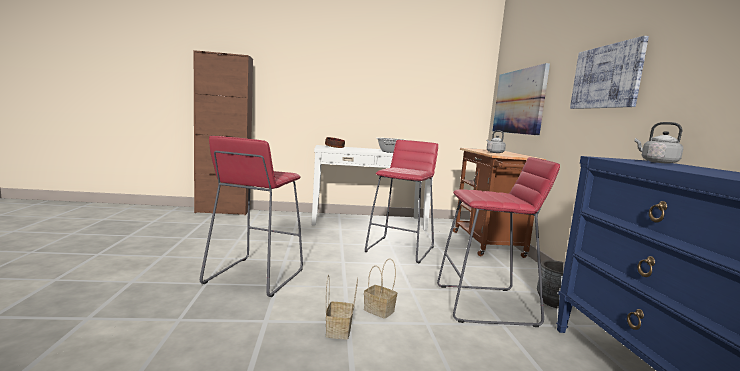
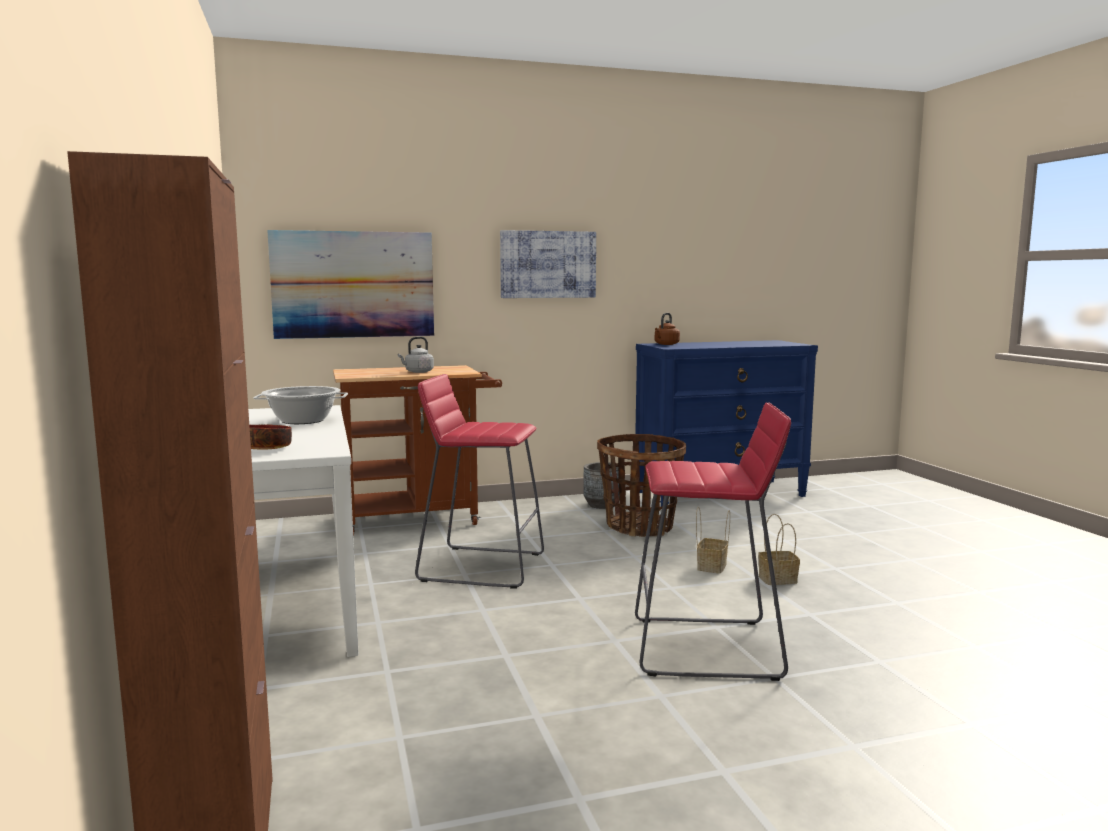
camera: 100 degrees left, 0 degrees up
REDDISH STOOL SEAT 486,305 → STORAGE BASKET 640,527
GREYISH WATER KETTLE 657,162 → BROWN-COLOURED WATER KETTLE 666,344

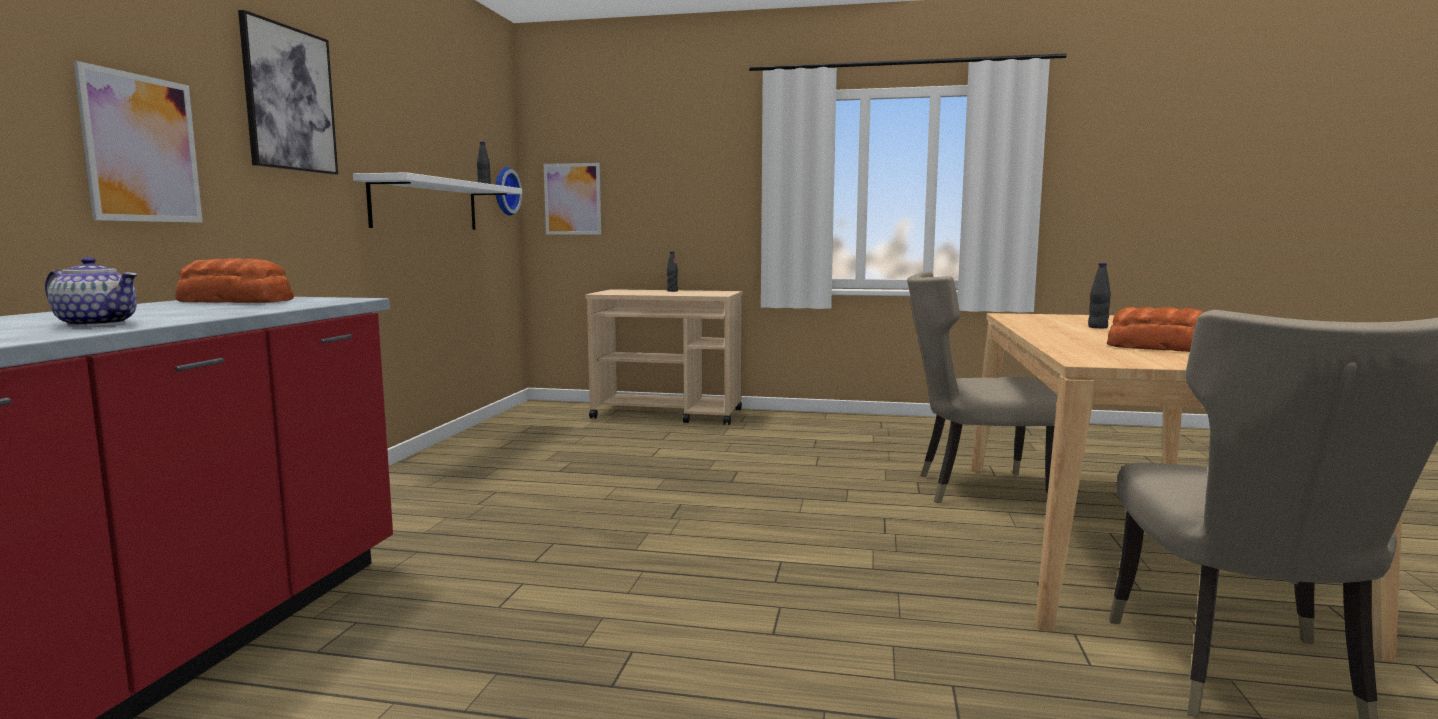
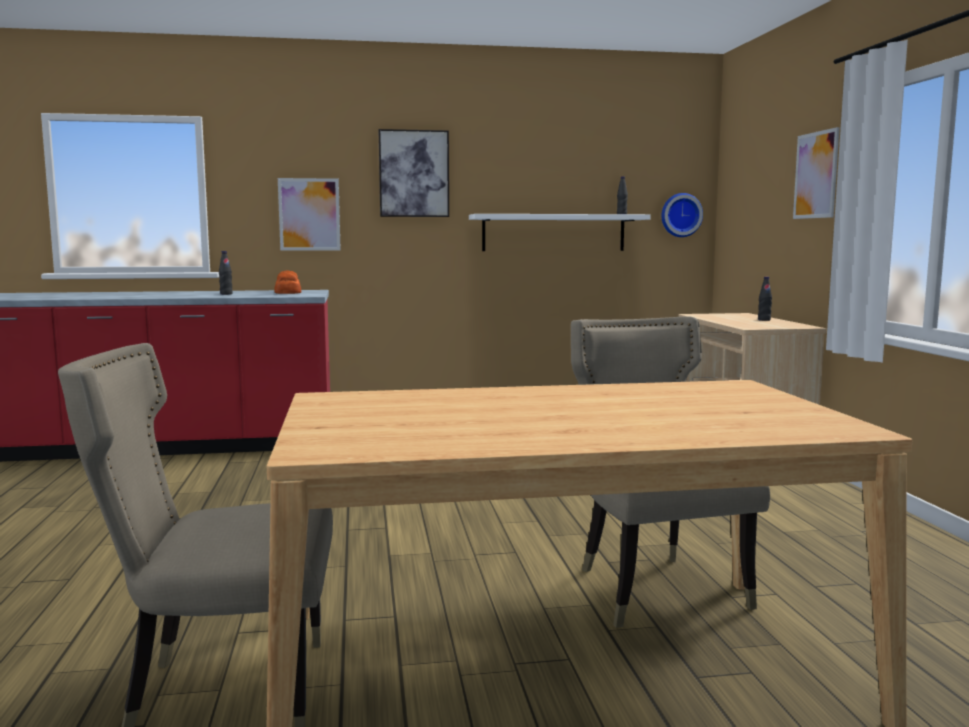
camera: 70 degrees right, 0 degrees up
POT FOR TEA 96,324 → -
WALL ART 572,199 → WALL ART 816,175, moved
BLACK-COLOURED BEVERAGE BOTTLE 1097,327 → BLACK-COLOURED BEVERAGE BOTTLE 226,294, moved
BAKERY BREAD 1163,348 → -

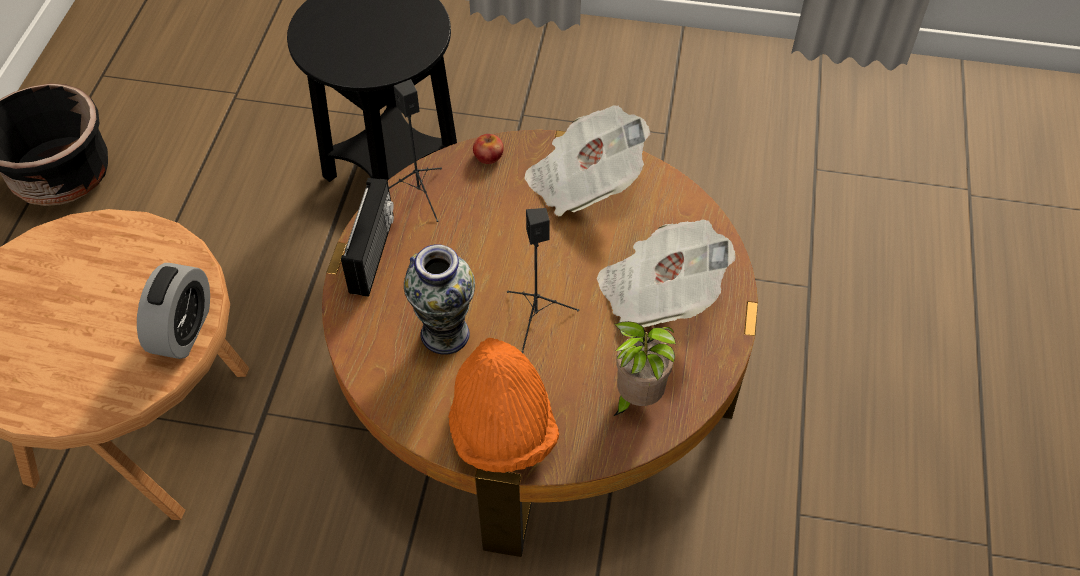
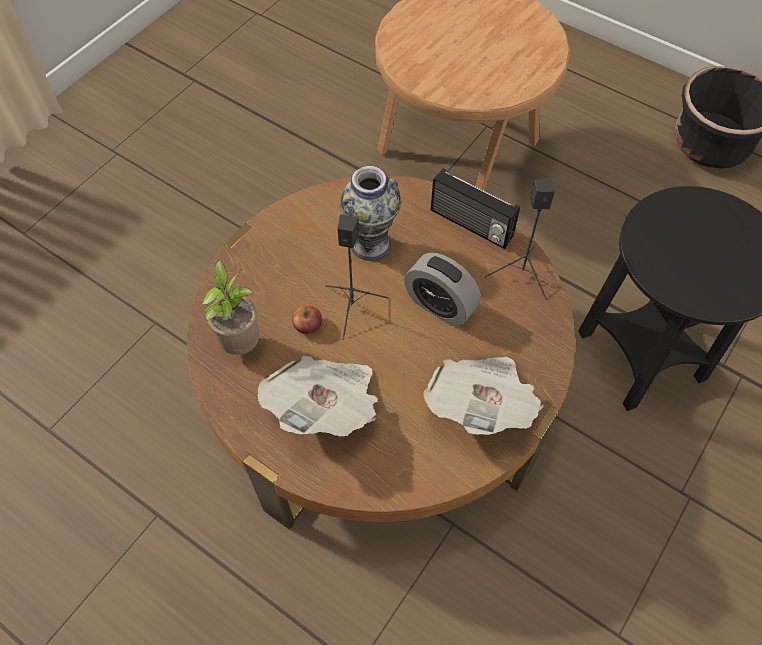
camera: 115 degrees right, 5 degrees up
ALARM CLOCK 183,330 → ALARM CLOCK 440,305, moved
ORANGE-COLOURED CLOTHING HAT 502,430 → -
APPLE 488,156 → APPLE 308,325, moved

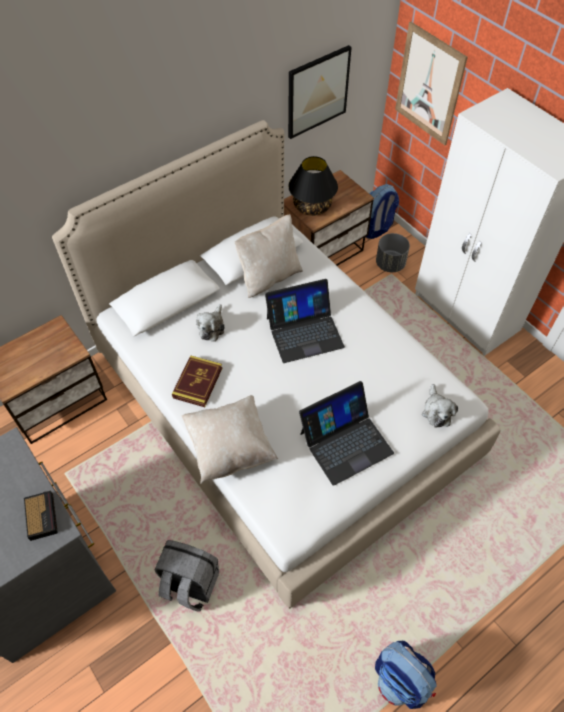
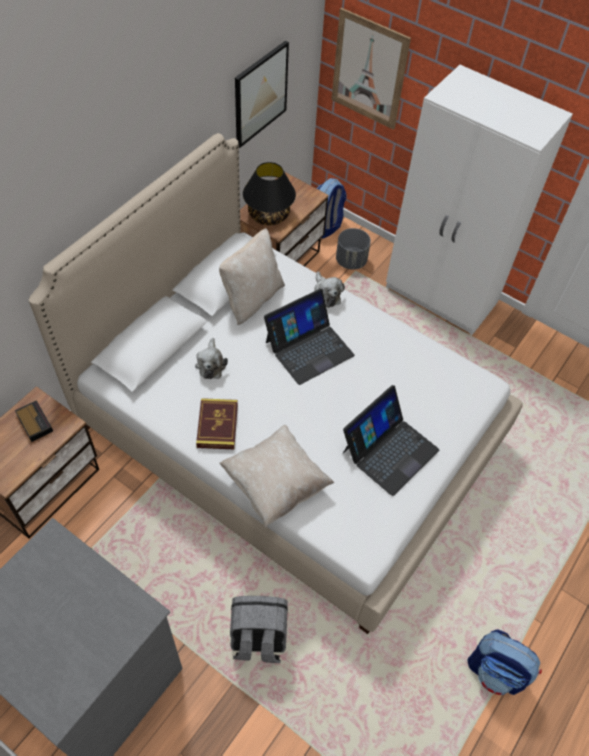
camera: 20 degrees left, 0 degrees up
ALARM CLOCK 41,516 → ALARM CLOCK 34,422, moved
CUDDLY TOY 436,411 → CUDDLY TOY 326,294, moved

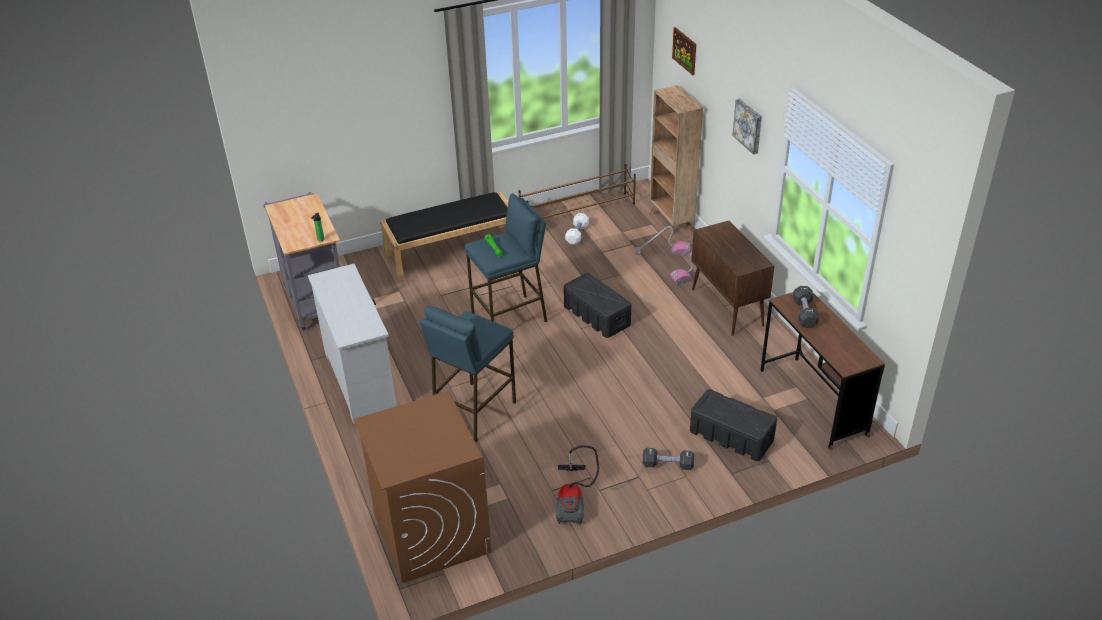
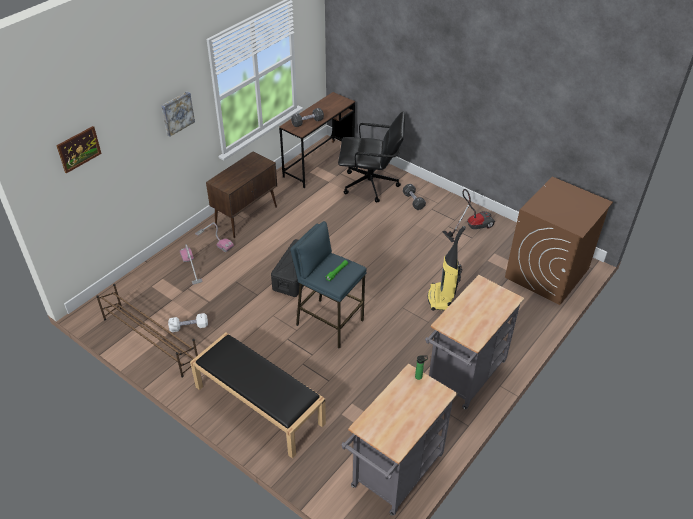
camera: 120 degrees left, 5 degrees up
WHITE CHEST OF DRAWERS 360,380 → GREYISH WHEELED CART 463,378
BLUE STOOL SEAT 473,412 → VACUUM CLEANER 441,298
BROWN-COLOURED BOOKSHELF 671,222 → -
BLACK-COLOURED STORAGE BIN 731,436 → BLACK-COLOURED OFFICE CHAIR 371,185

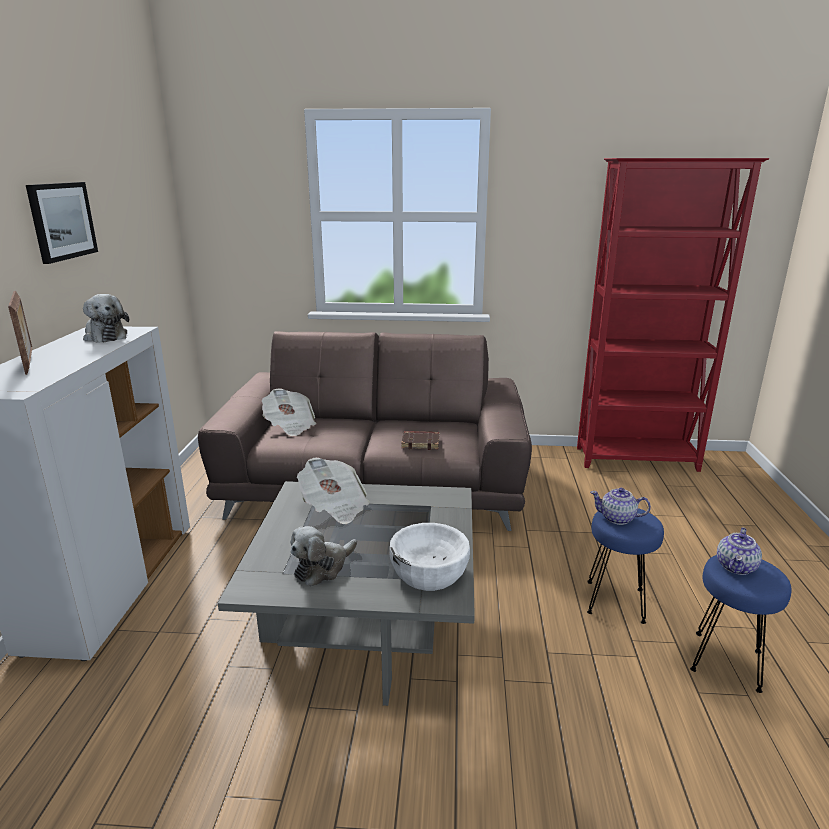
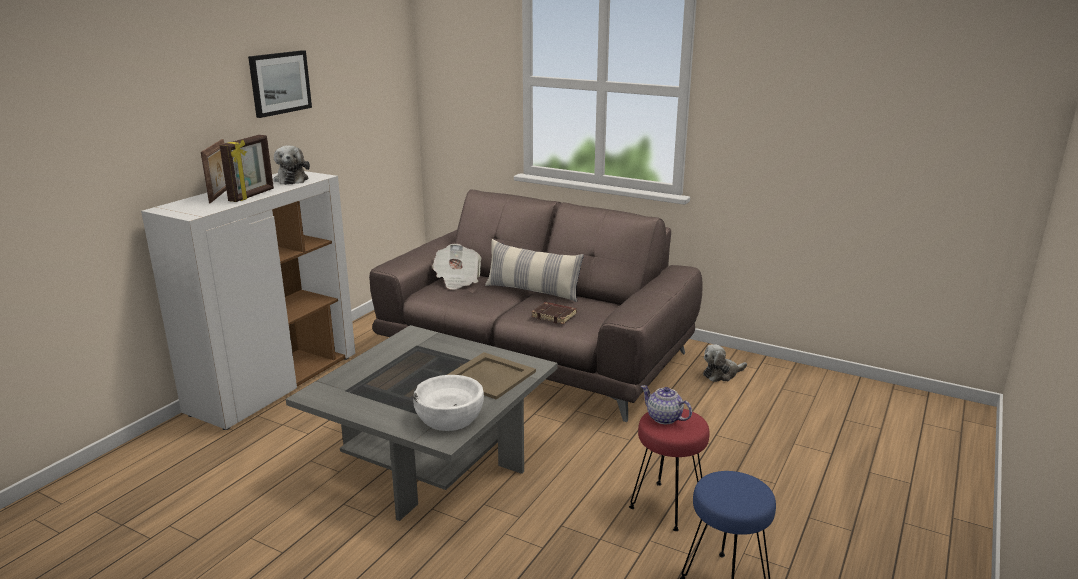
camera: 25 degrees right, 0 degrees up
CUDDLY TOY 323,567 → CUDDLY TOY 721,374, moved
DAILY PAPER 334,506 → -
REDDISH BOOKSHELF 637,460 → -
BLUE STOOL SEAT 616,602 → REDDISH STOOL SEAT 668,506
POT FOR TEA 736,567 → -
- → PHOTO FRAME 252,195
- → SAND-COLOURED CARRYING TRAY 489,376
- → CUSHION 532,291

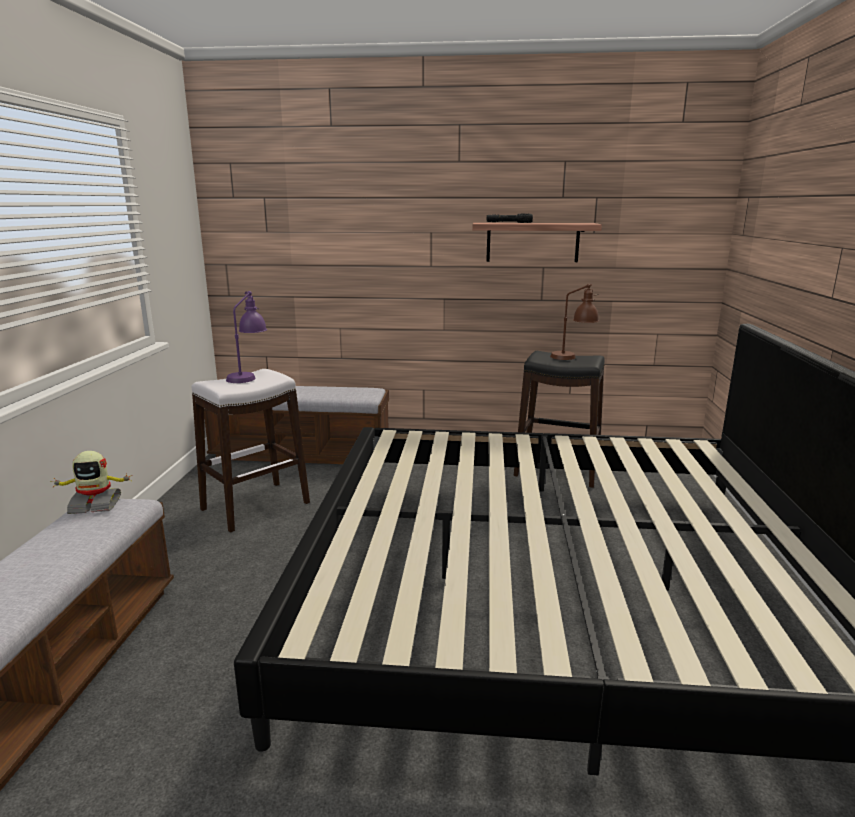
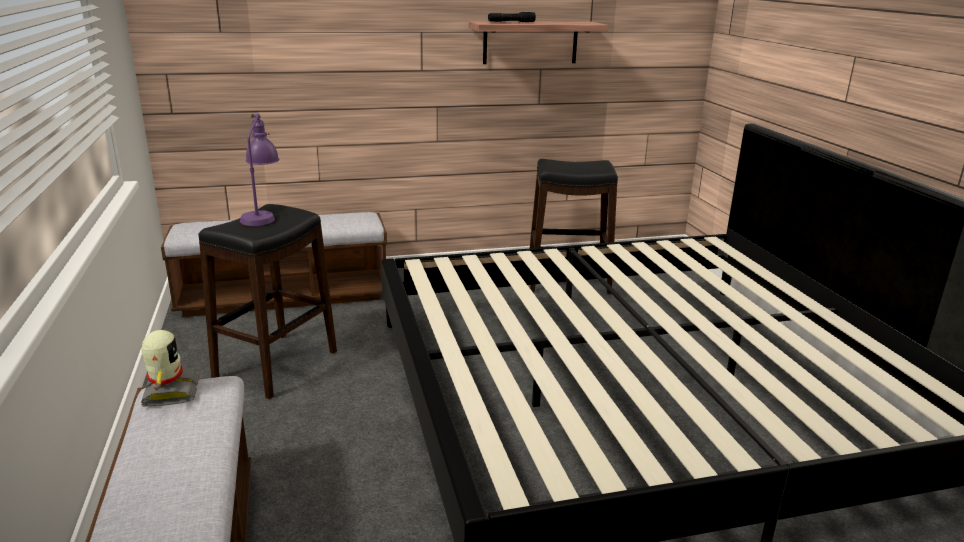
camera: 20 degrees left, 5 degrees up
MODEL ROBOT 96,504 → MODEL ROBOT 169,392, 75 degrees counterclockwise
WHITE STOOL SEAT 256,506 → BLACK-COLOURED STOOL SEAT 276,364
BROWN-COLOURED TABLE LAMP 573,358 → -

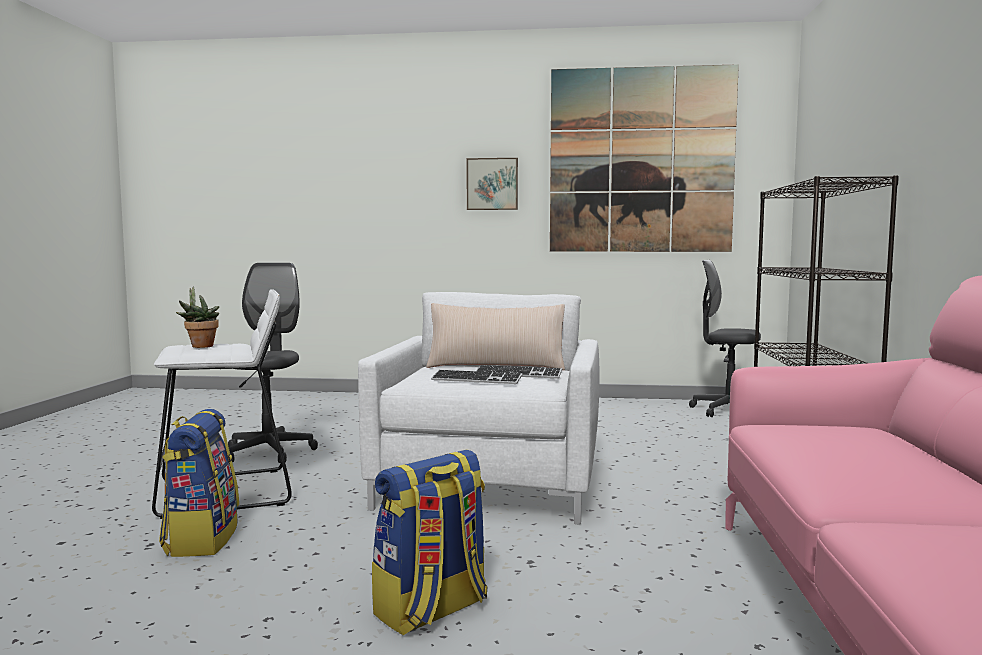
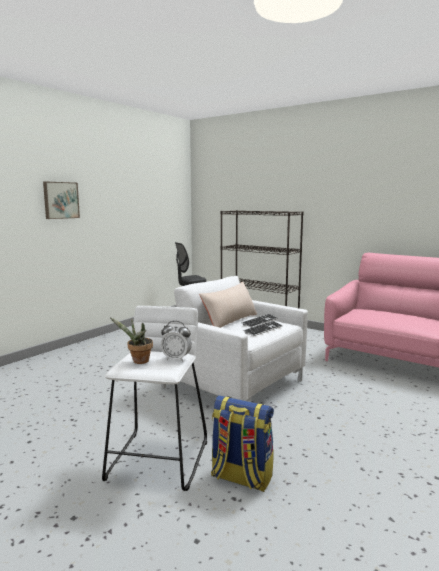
camera: 60 degrees left, 5 degrees up
GREYISH OFFICE CHAIR 269,452 → -
BACKPACK 432,610 → -
WALL ART 641,160 → -
- → ALARM CLOCK 176,359

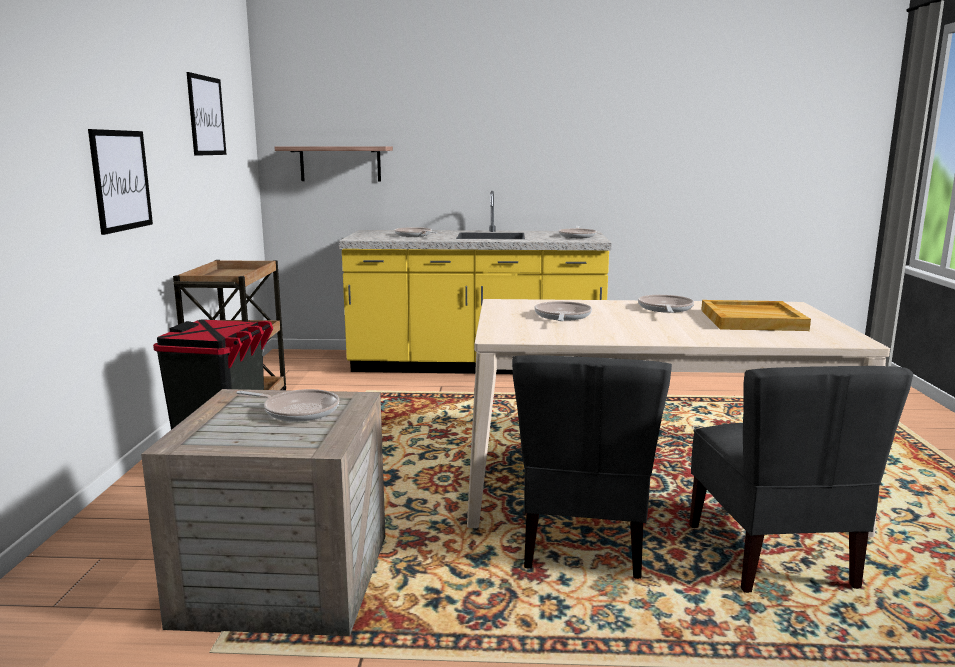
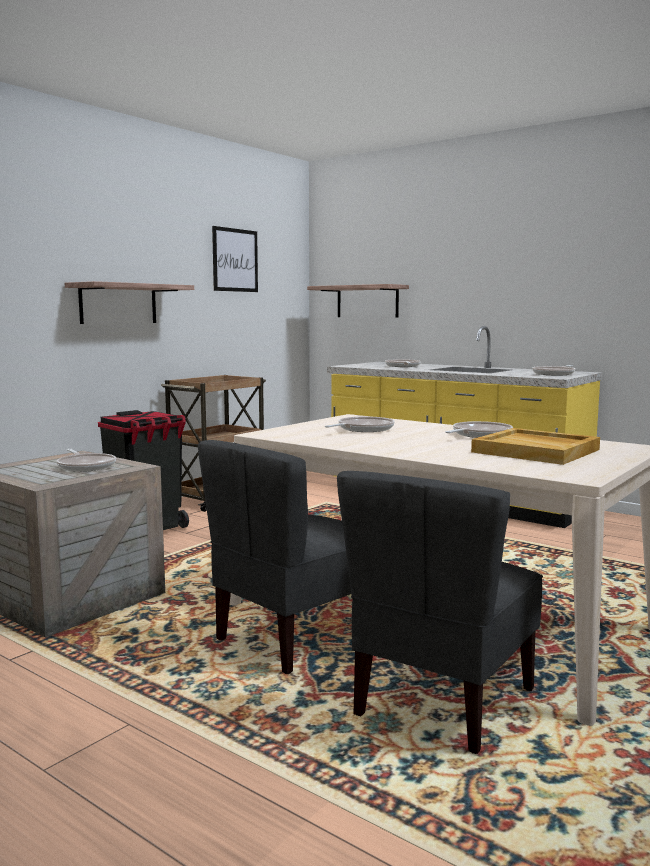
camera: 35 degrees right, 5 degrees down
WALL ART 121,180 → WALL SHELF 118,304

